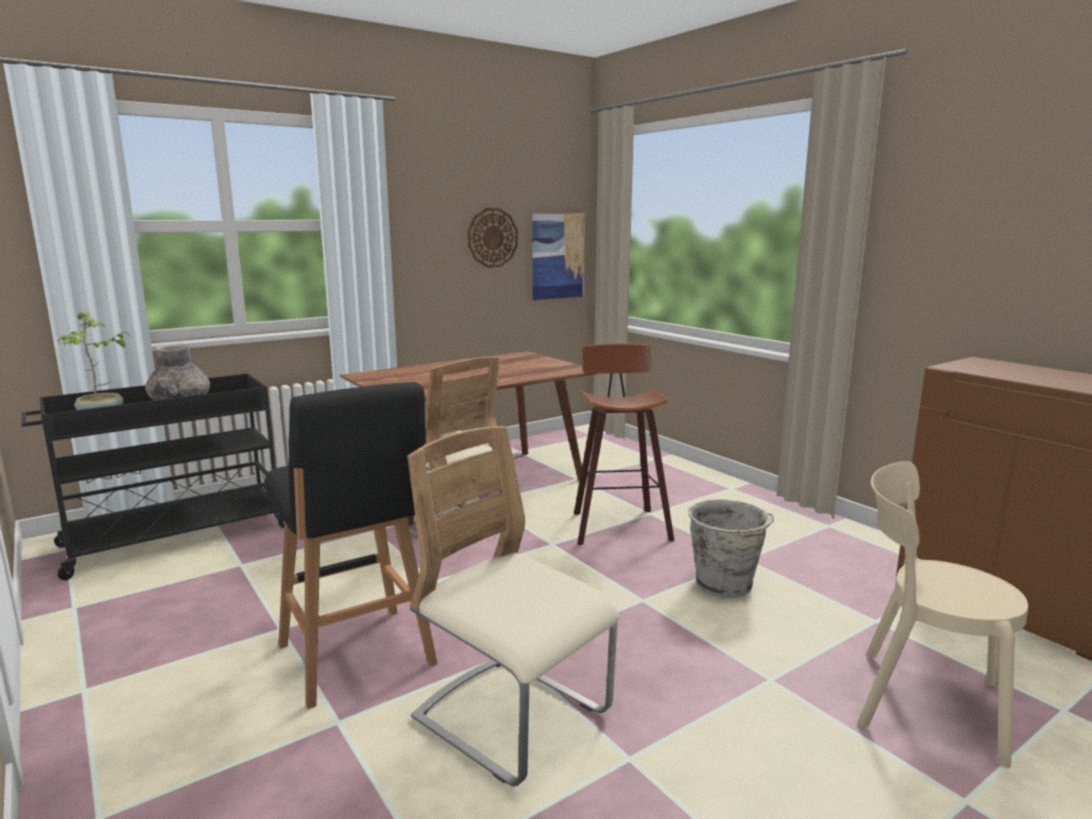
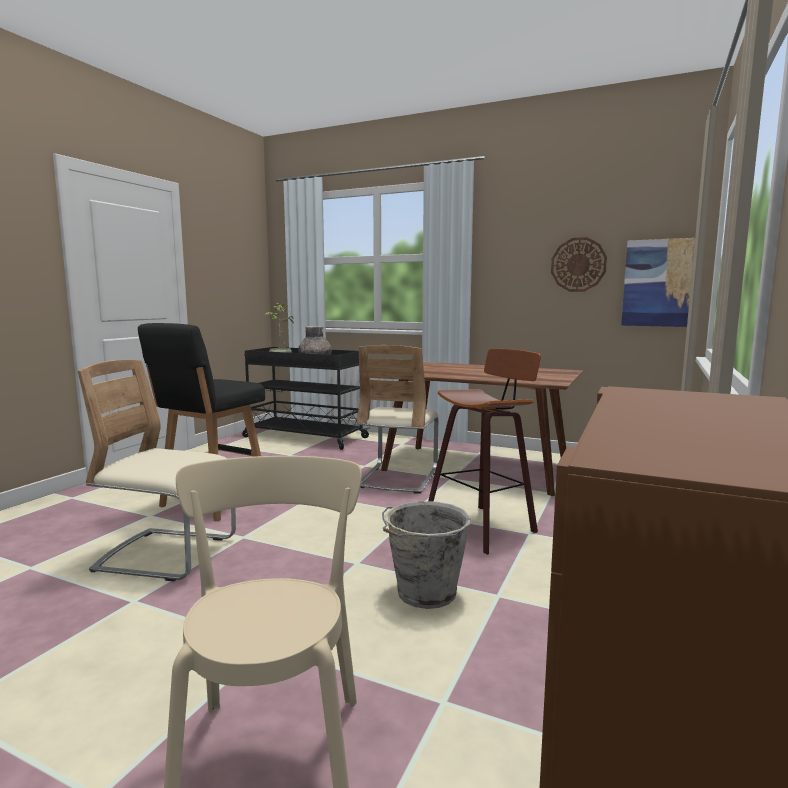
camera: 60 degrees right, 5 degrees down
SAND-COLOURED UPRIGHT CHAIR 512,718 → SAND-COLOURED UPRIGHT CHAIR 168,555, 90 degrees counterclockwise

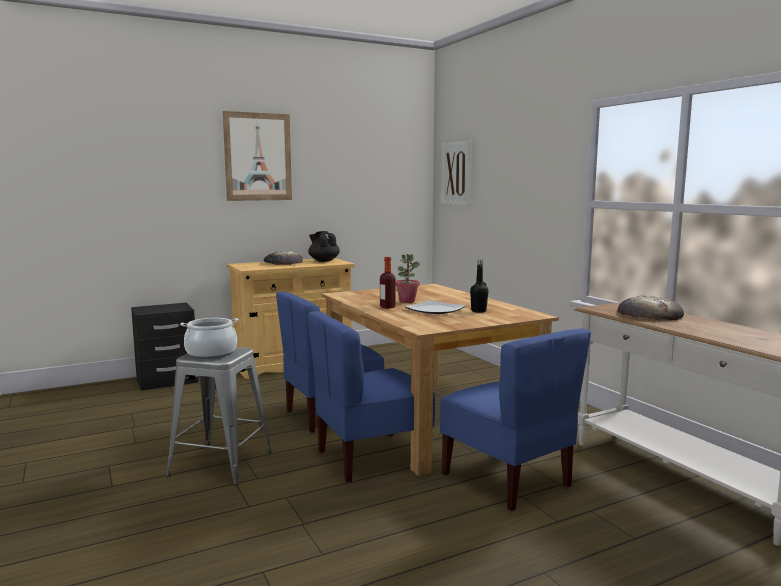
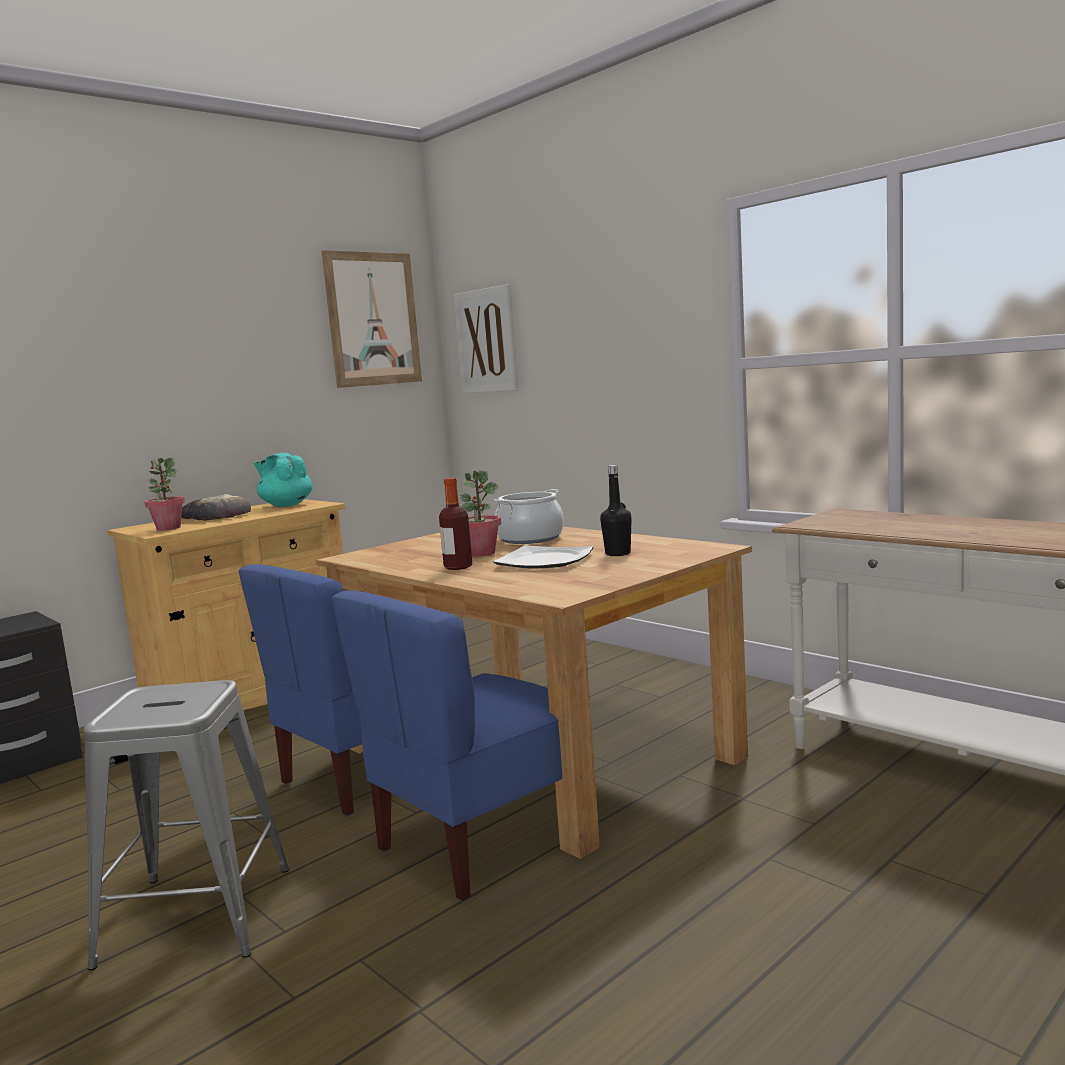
camera: 15 degrees left, 0 degrees up
COOKING POT 211,353 → COOKING POT 530,539, moved
WALL ART 258,157 → WALL ART 373,319, moved
BLACK-COLOURED POT FOR TEA 323,261 → BLUE-GREEN POT FOR TEA 286,505
BLUE UPRIGHT CHAIR 507,480 → -
BAKERY BREAD 649,314 → -
- → POTTED PLANT 168,528

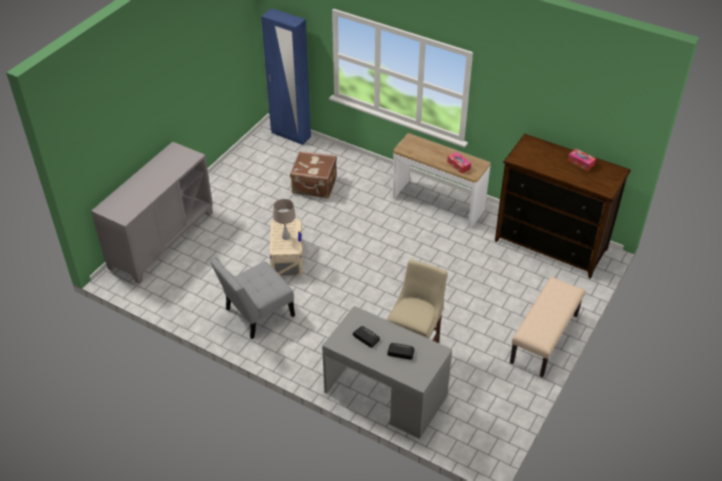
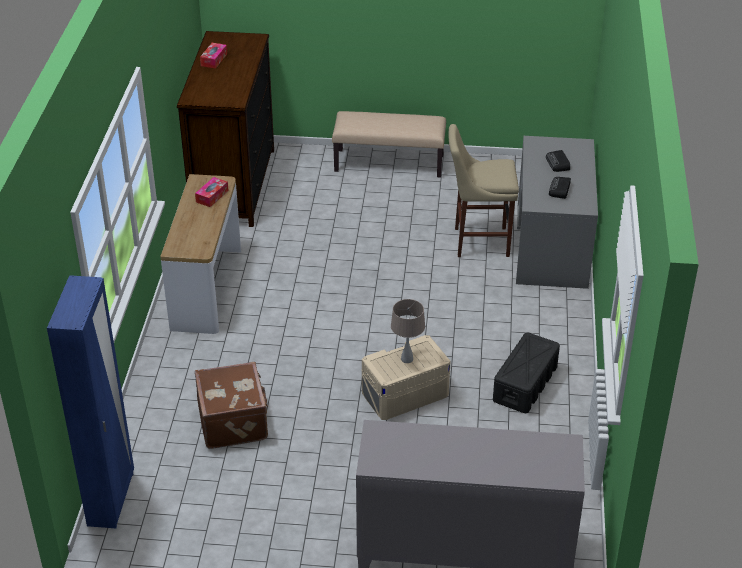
camera: 115 degrees left, 5 degrees down
GREYISH UPRIGHT CHAIR 256,314 → BLACK-COLOURED STORAGE BIN 525,384

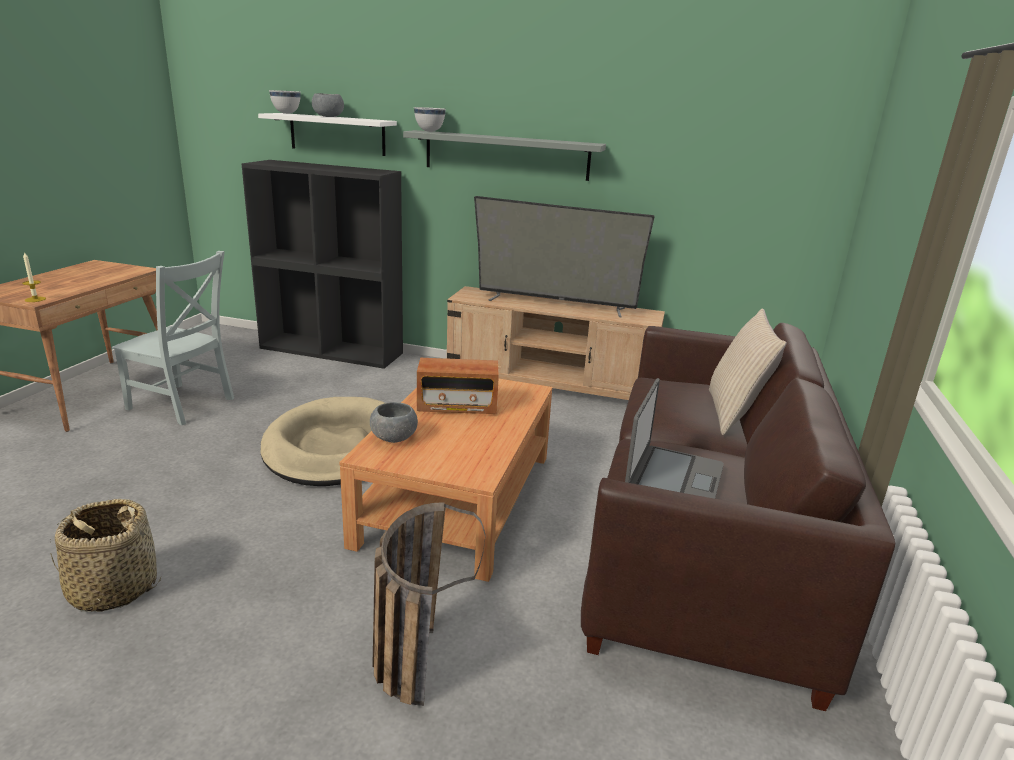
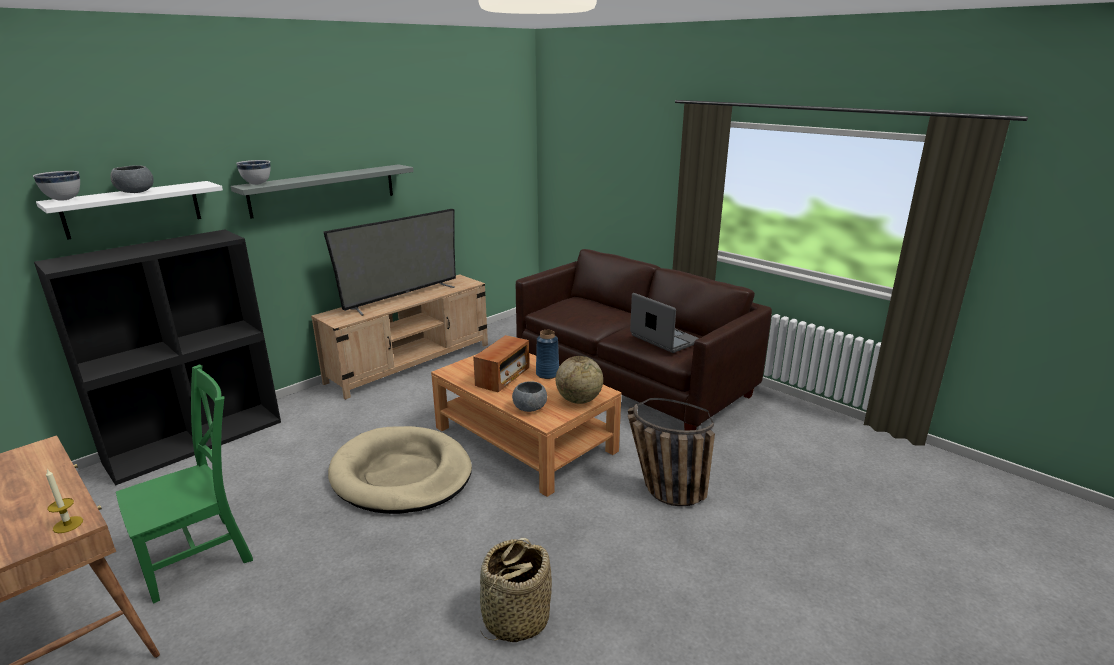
camera: 60 degrees left, 0 degrees up
GREYISH UPRIGHT CHAIR 183,405 → GREEN-COLOURED UPRIGHT CHAIR 201,555
SAND-COLOURED CUSHION 734,414 → -
- → BLUE DECORATIVE VASE 547,374
- → GLOBE 579,400

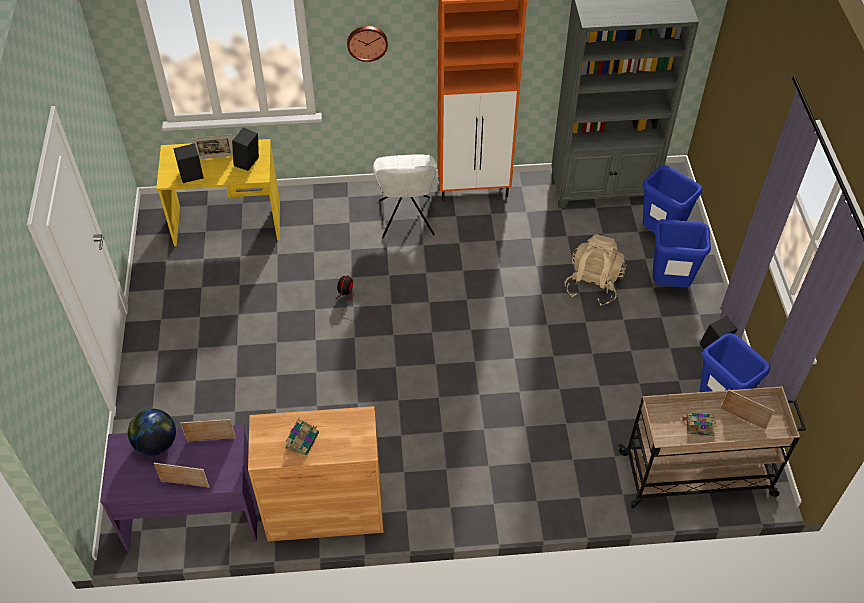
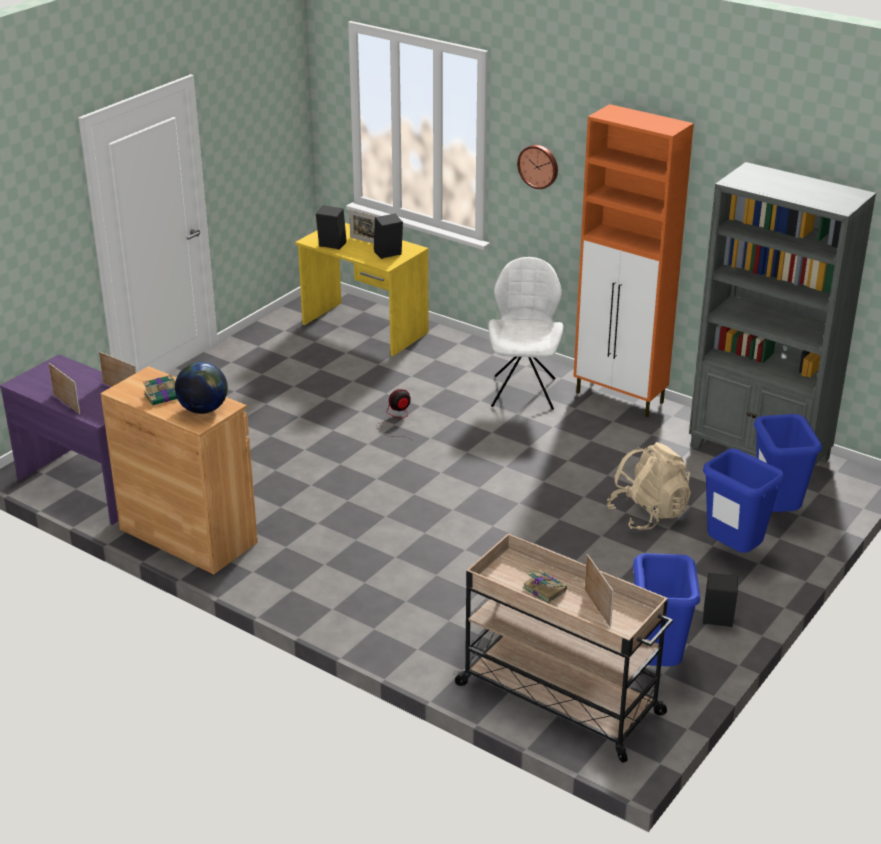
camera: 40 degrees right, 20 degrees down
GLOBE 156,443 → GLOBE 203,409, moved
WHITE UPRIGHT CHAIR 406,219 → WHITE UPRIGHT CHAIR 524,391, 150 degrees clockwise

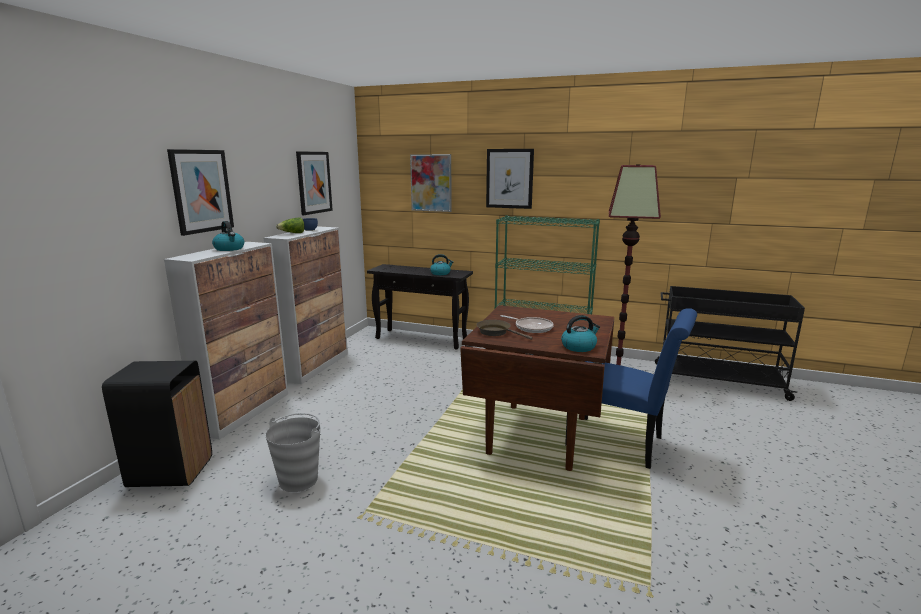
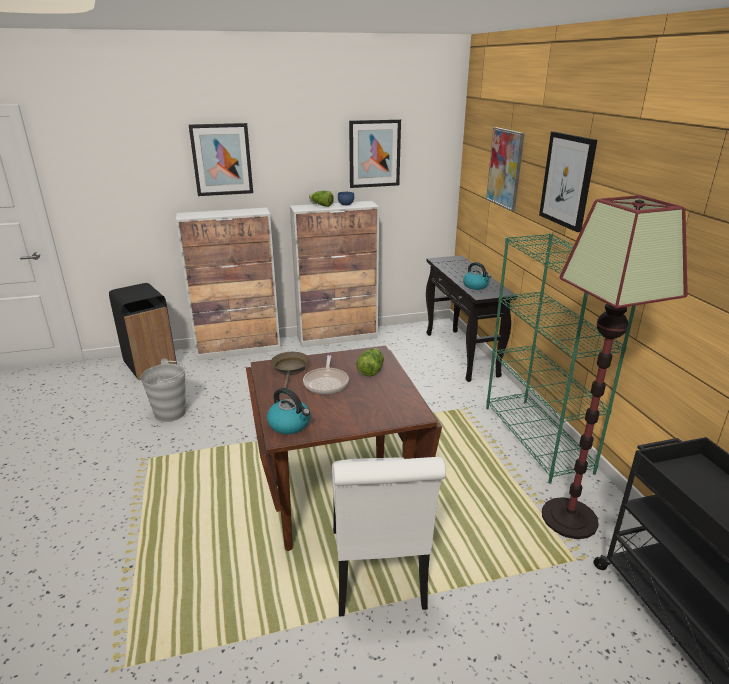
camera: 55 degrees right, 10 degrees up
WATER KETTLE 229,249 → -
BLUE UPRIGHT CHAIR 621,443 → WHITE UPRIGHT CHAIR 378,575
- → LETTUCE 370,370

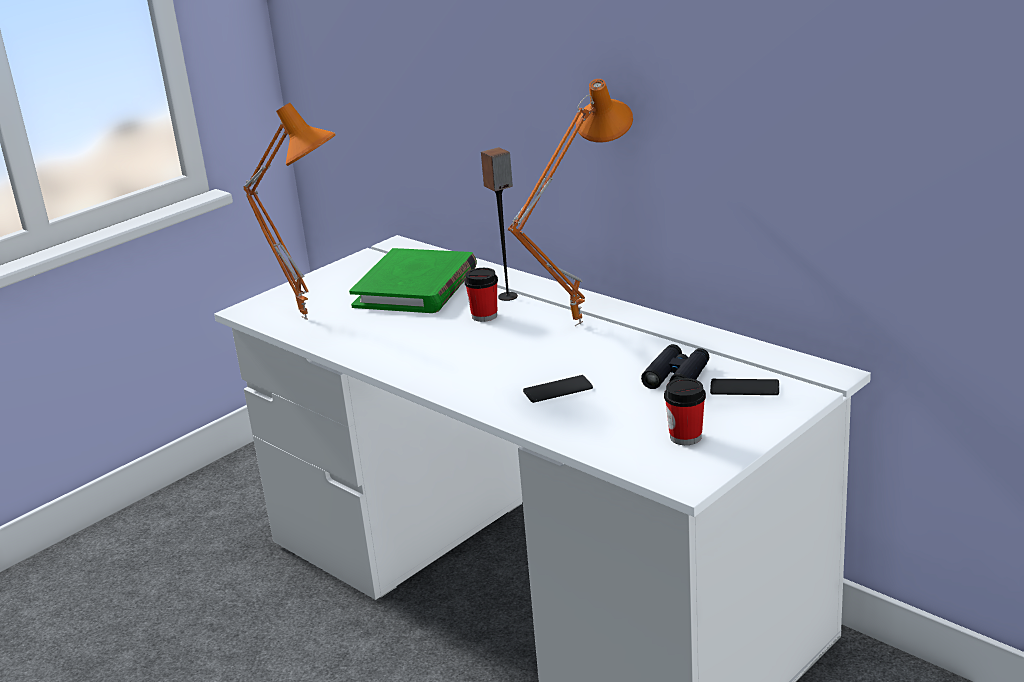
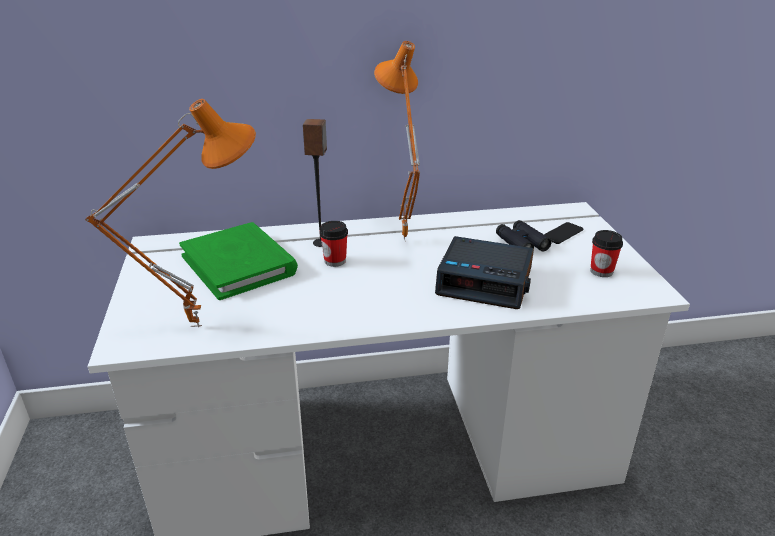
camera: 55 degrees left, 5 degrees up
TELEPHONE 558,390 → ALARM CLOCK 486,281

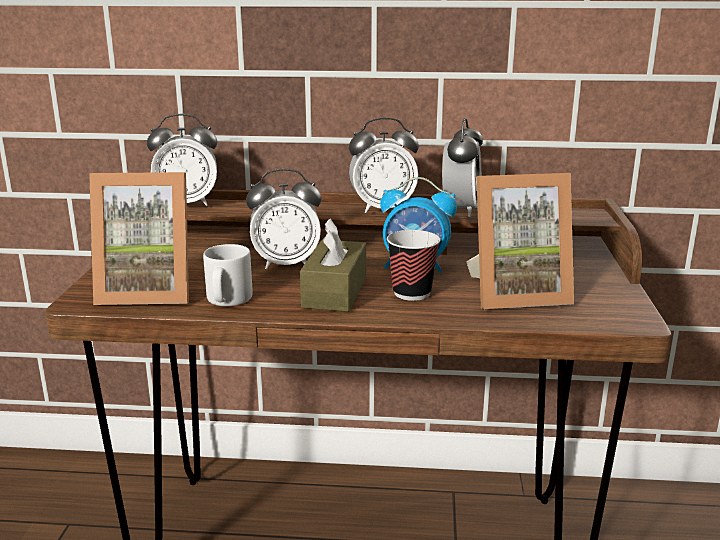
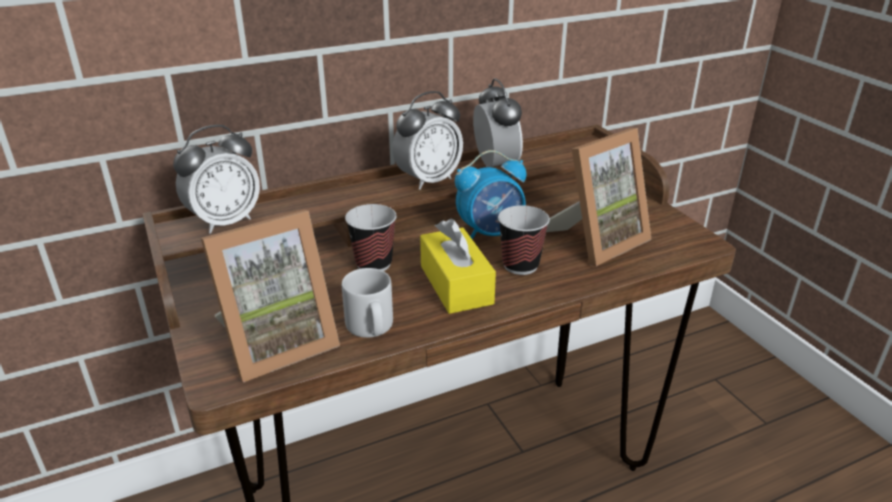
camera: 30 degrees left, 10 degrees up
ALARM CLOCK 286,264 → SMALL CUP 373,264
BROWN-COLOURED TISSUE HOLDER 335,292 → YELLOW TISSUE HOLDER 456,284

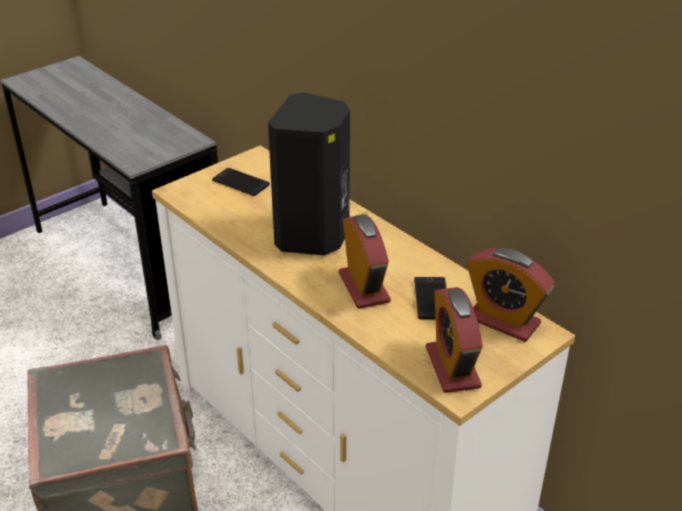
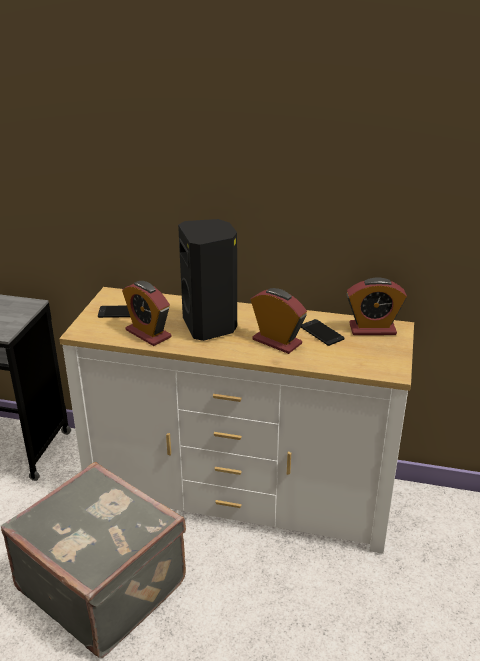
camera: 35 degrees left, 5 degrees down
ALARM CLOCK 452,367 → ALARM CLOCK 148,334, moved

